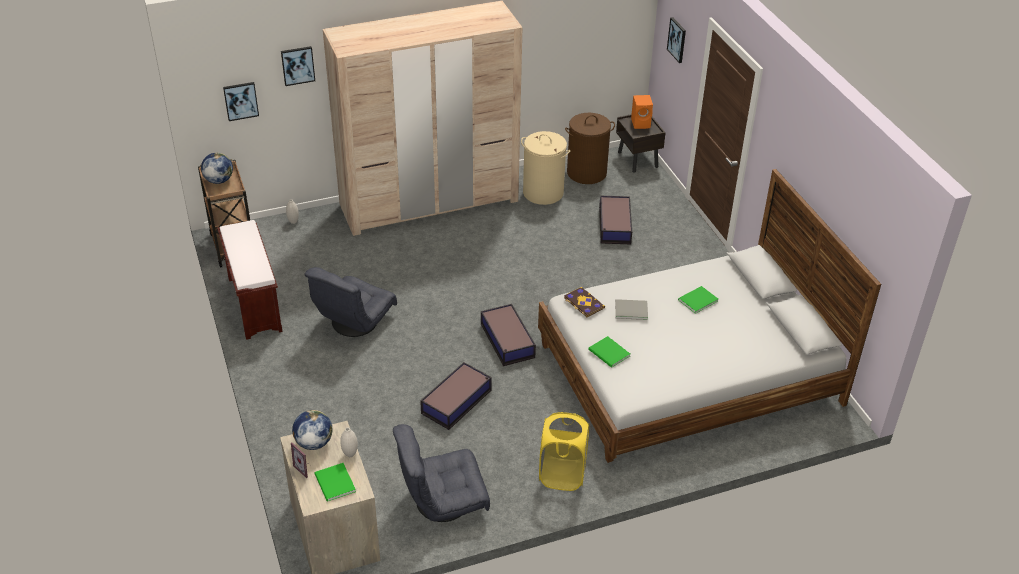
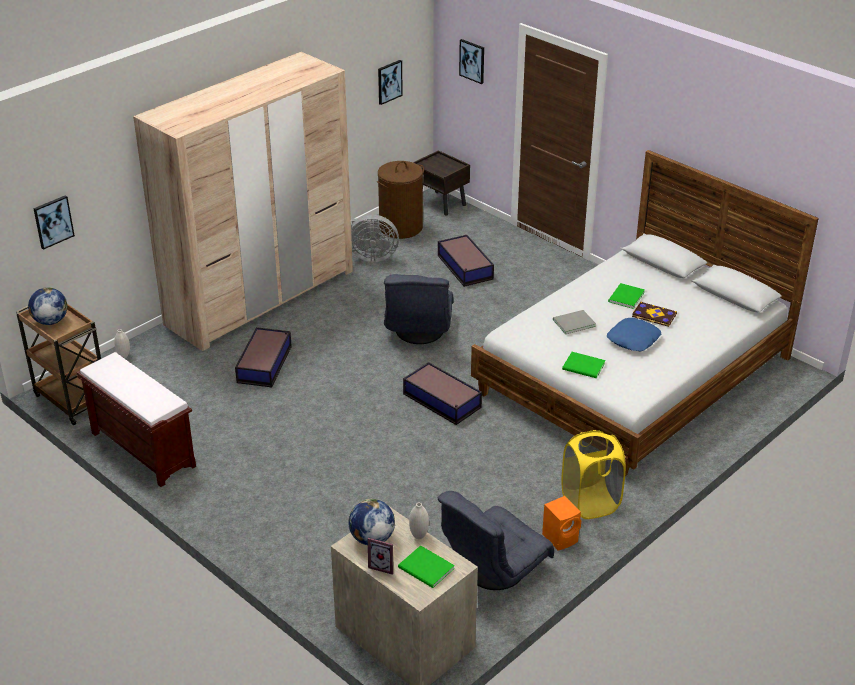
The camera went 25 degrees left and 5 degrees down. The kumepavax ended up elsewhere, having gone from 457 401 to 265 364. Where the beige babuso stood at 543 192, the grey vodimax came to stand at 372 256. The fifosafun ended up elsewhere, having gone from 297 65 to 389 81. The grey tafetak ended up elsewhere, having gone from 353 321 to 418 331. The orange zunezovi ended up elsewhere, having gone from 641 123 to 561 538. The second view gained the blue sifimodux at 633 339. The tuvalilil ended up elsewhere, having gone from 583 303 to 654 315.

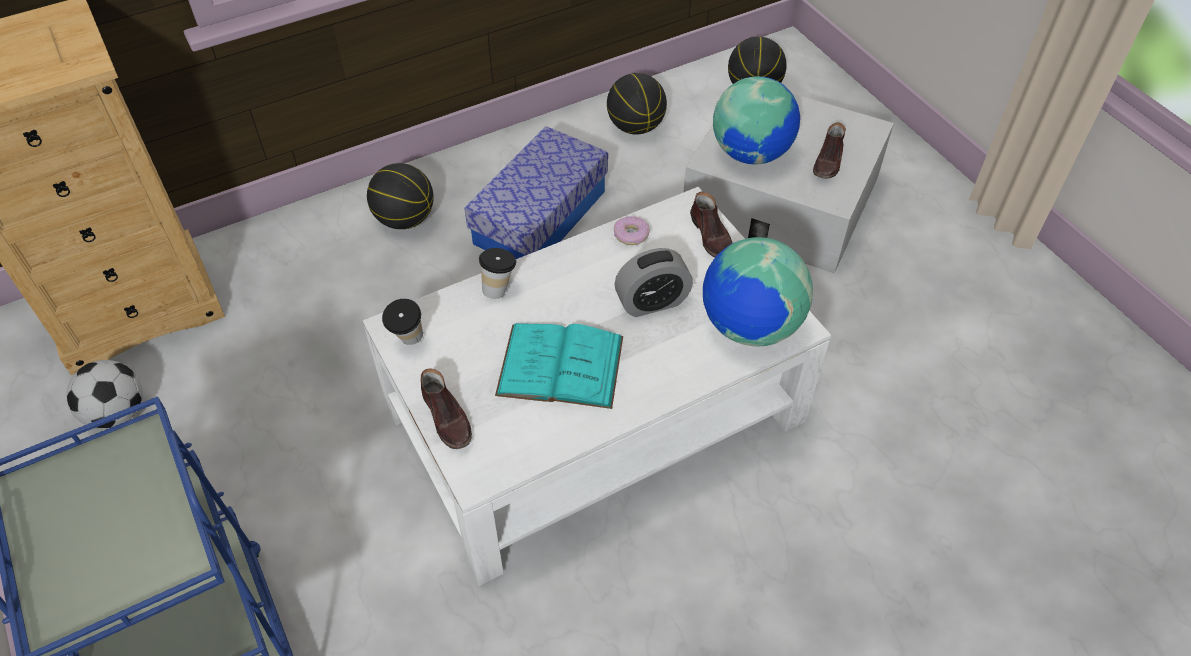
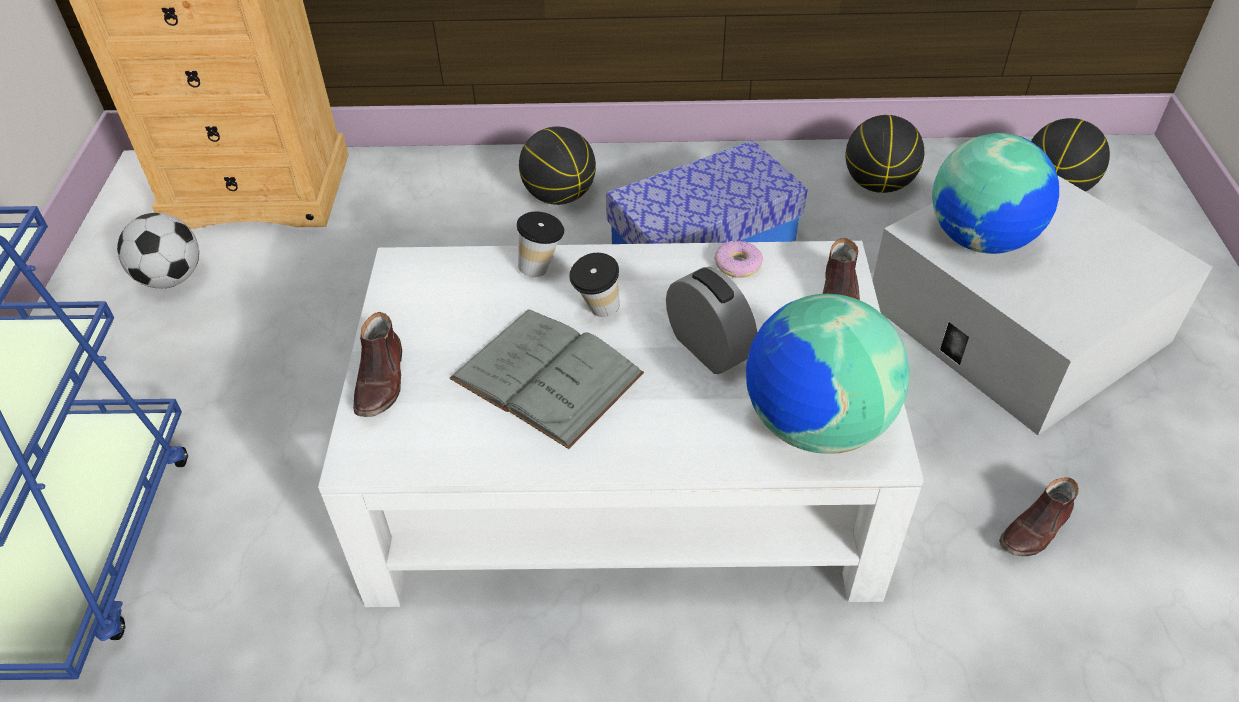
The camera went 30 degrees right and 5 degrees down. What was the turquoise tuvalilil at 560 365 turned into the grey tuvalilil at 546 376. The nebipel ended up elsewhere, having gone from 408 342 to 597 312. The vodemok at 652 302 ended up facing another way, 135 degrees counterclockwise from before. The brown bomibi ended up elsewhere, having gone from 828 162 to 1036 529.

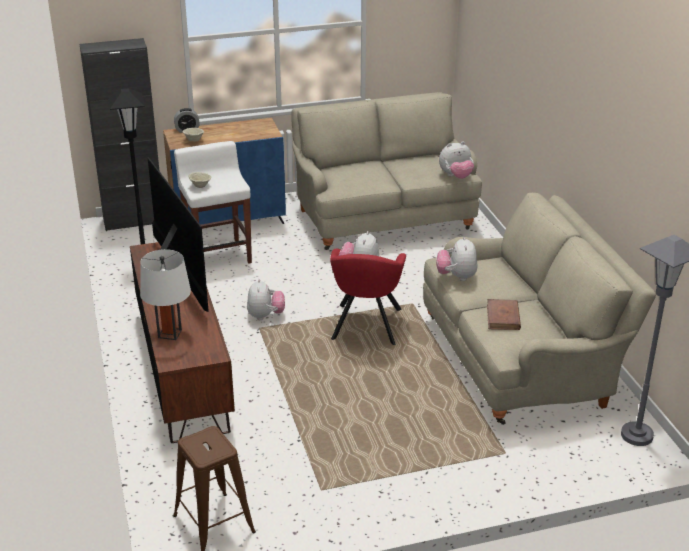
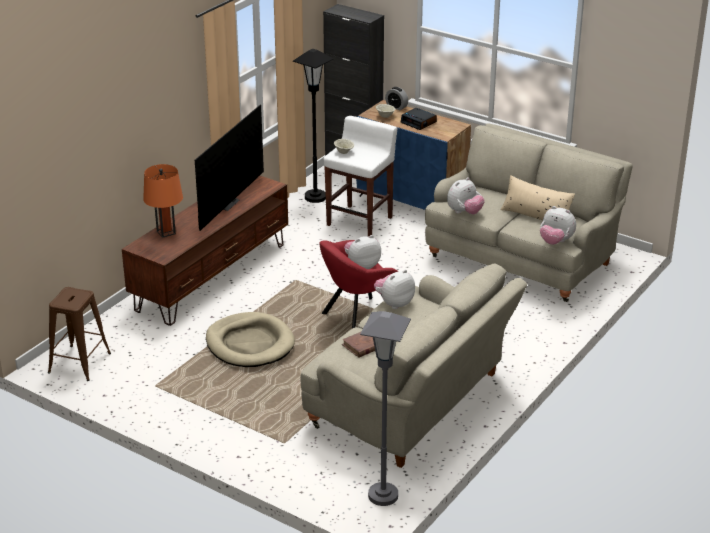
The camera went 50 degrees right and 0 degrees up. What was the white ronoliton at 170 333 turned into the orange ronoliton at 166 232. The second view gained the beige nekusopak at 250 344. The second view gained the vodemok at 419 122. The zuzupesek ended up elsewhere, having gone from 265 316 to 464 212. The second view gained the beige sifimodux at 536 216.

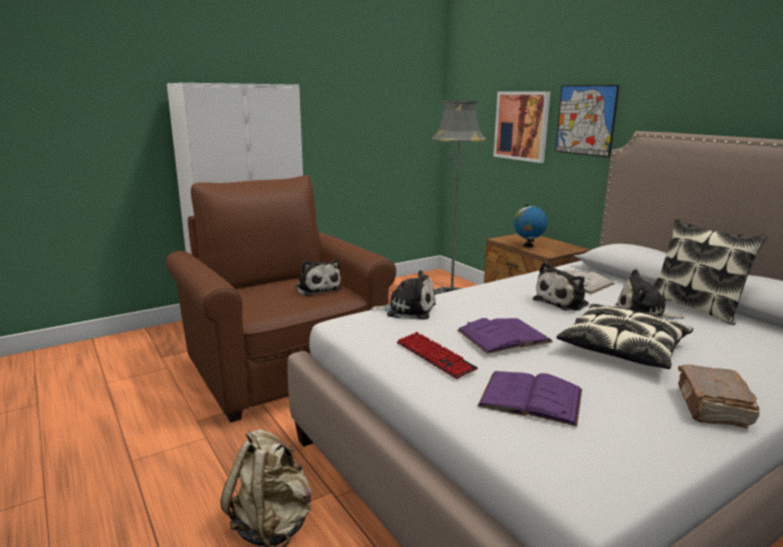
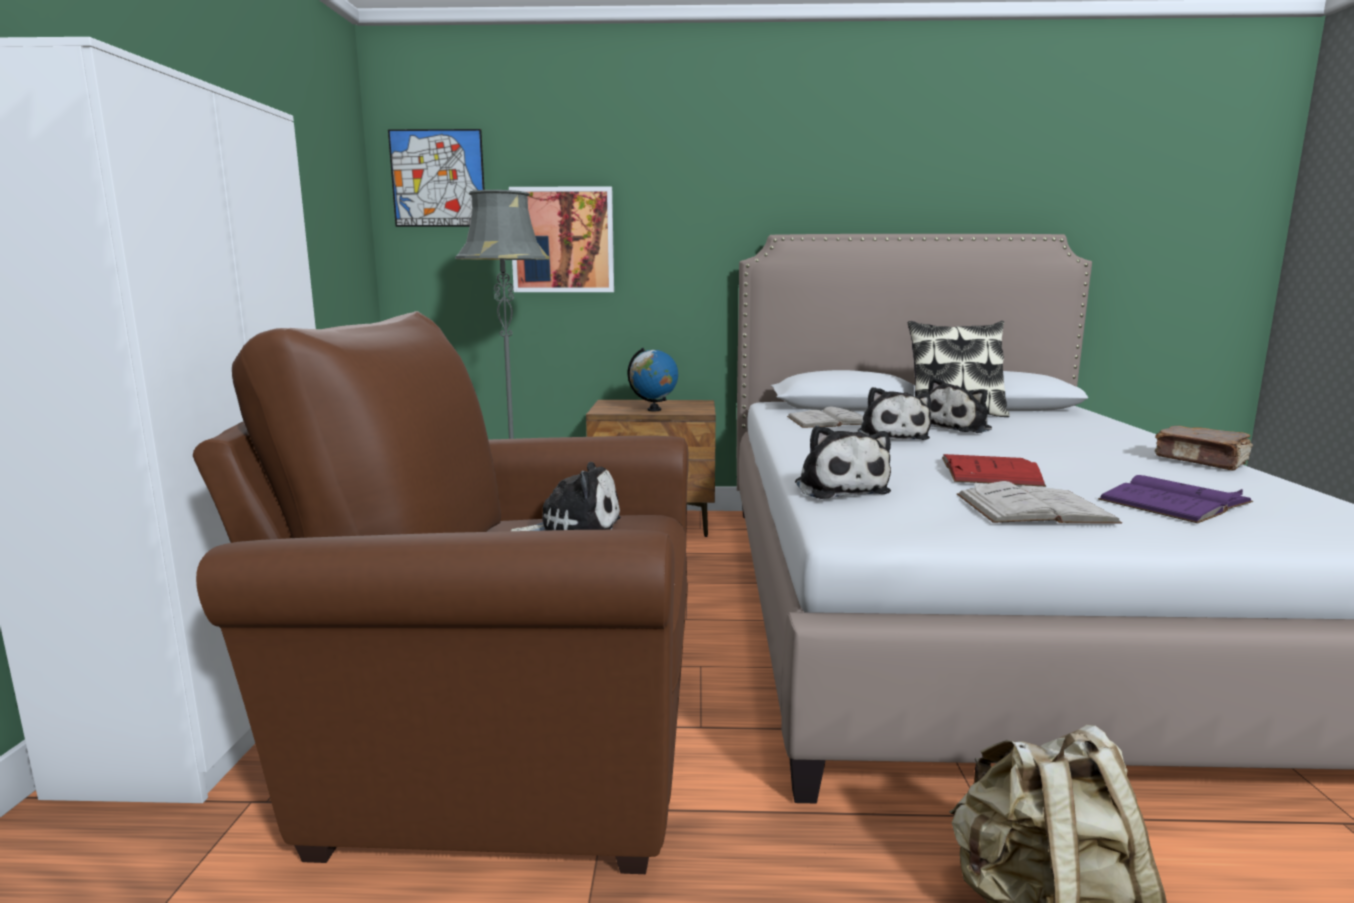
The camera went 55 degrees left and 5 degrees down. The fifosafun ended up elsewhere, having gone from 585 120 to 438 178. The zuzupesek at 408 310 ended up facing another way, 120 degrees clockwise from before. What was the purple tuvalilil at 503 336 turned into the red tuvalilil at 990 471. Where the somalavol stood at 435 356, the white tuvalilil came to stand at 1034 508. The second view lost the sifimodux at 623 348.

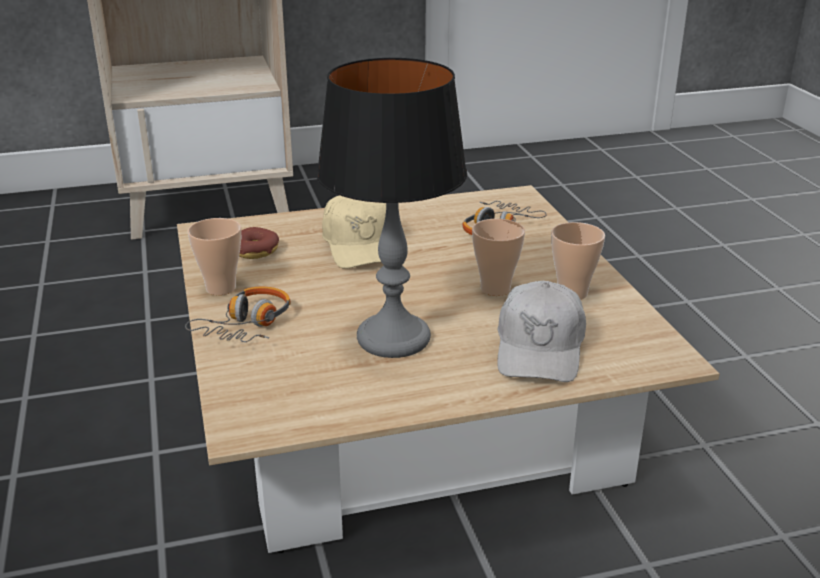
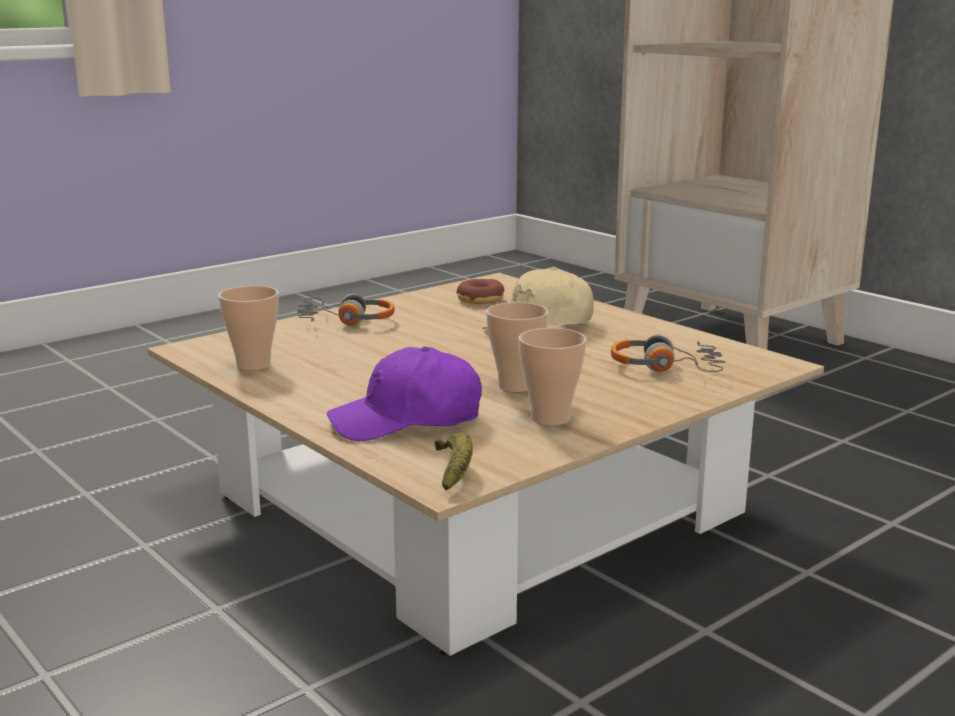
The camera went 65 degrees right and 10 degrees down. The nebipel ended up elsewhere, having gone from 221 288 to 253 365. What was the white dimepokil at 540 348 turned into the purple dimepokil at 407 420. The second view gained the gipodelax at 454 471. The second view lost the ronoliton at 393 338.

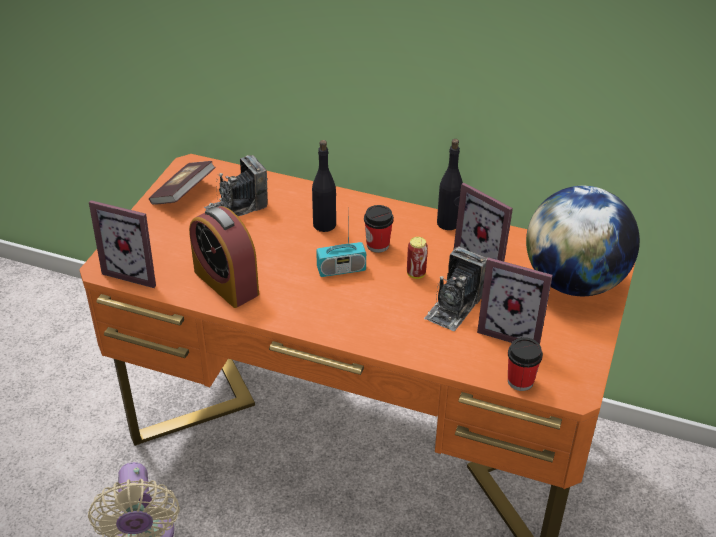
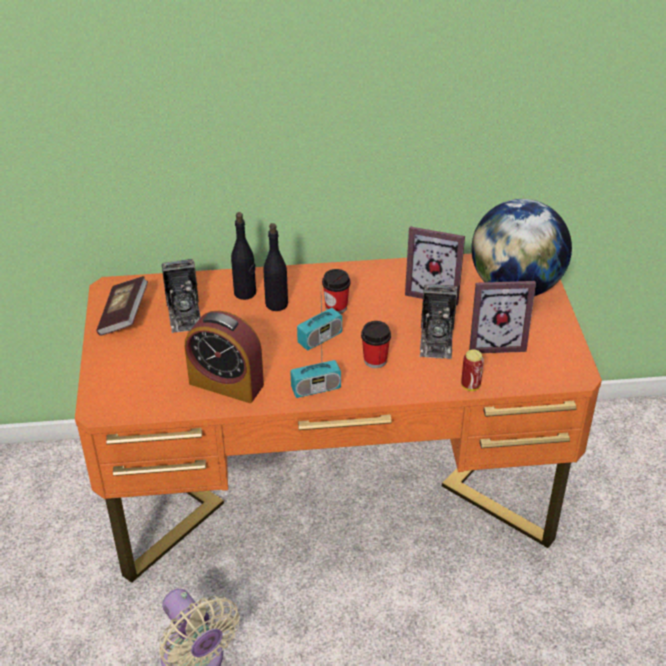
The camera went 25 degrees left and 0 degrees up. The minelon at 236 207 ended up facing another way, 45 degrees counterclockwise from before. The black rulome ended up elsewhere, having gone from 448 223 to 245 293. The second view gained the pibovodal at 316 388. The nebipel ended up elsewhere, having gone from 520 381 to 375 360. The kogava ended up elsewhere, having gone from 416 274 to 470 386. The second view lost the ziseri at 136 270.

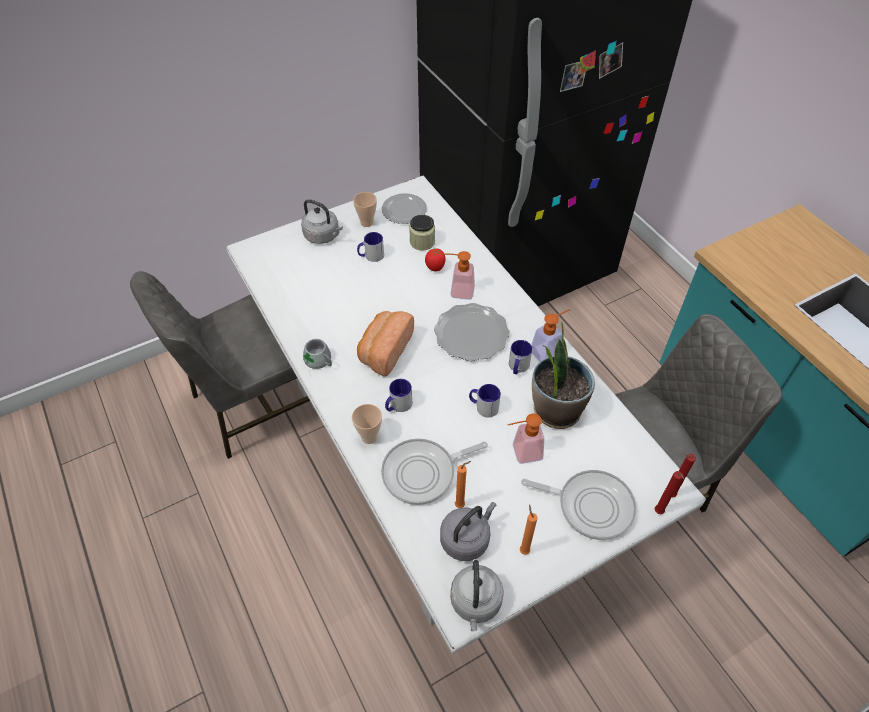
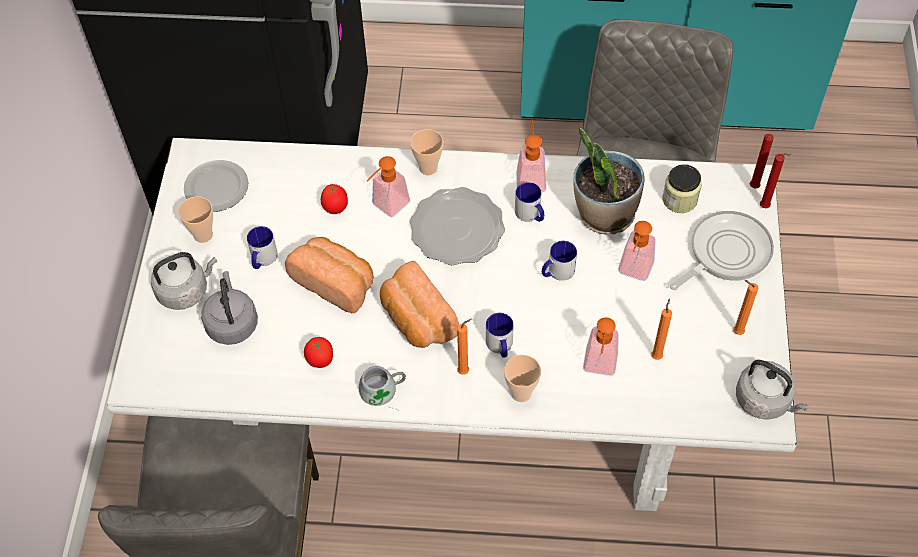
The camera went 55 degrees left and 5 degrees up. The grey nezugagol ended up elsewhere, having gone from 466 539 to 232 323. The second view gained the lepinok at 335 282. The second view gained the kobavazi at 320 361. The second view gained the nebipel at 428 168. The second view gained the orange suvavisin at 465 371. Where the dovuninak stood at 423 473, the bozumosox came to stand at 599 368. The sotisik ended up elsewhere, having gone from 422 242 to 679 199.

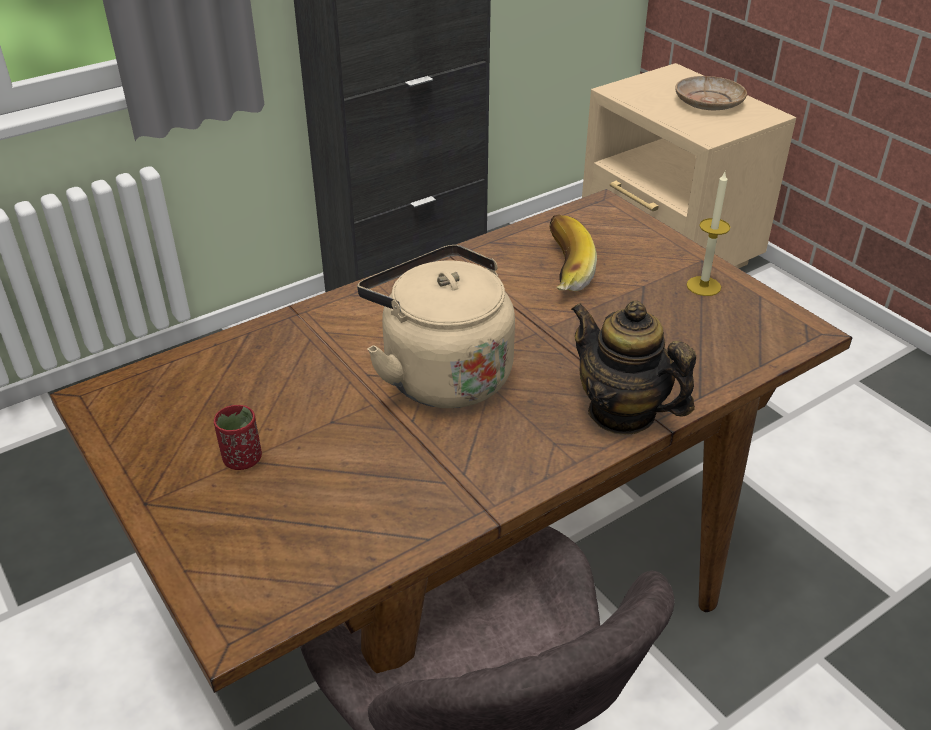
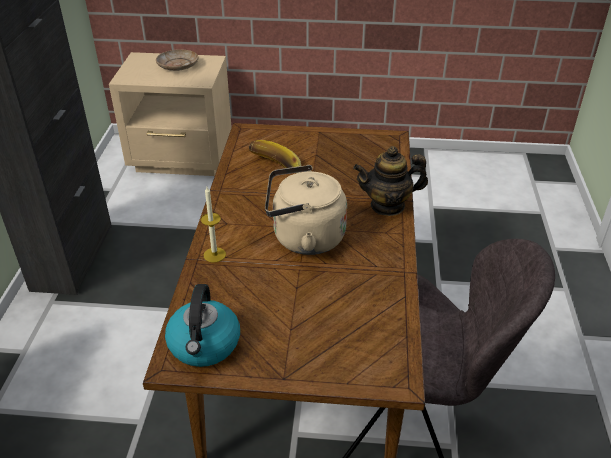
The camera went 50 degrees left and 0 degrees up. The second view gained the nezugagol at 204 345. The suvavisin ended up elsewhere, having gone from 703 286 to 214 255. The second view lost the red nebipel at 242 459.

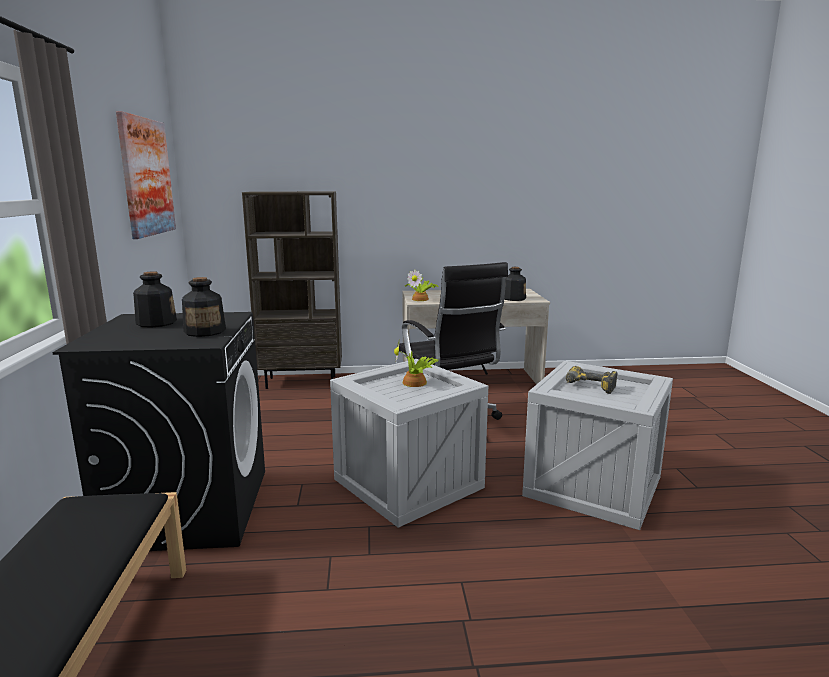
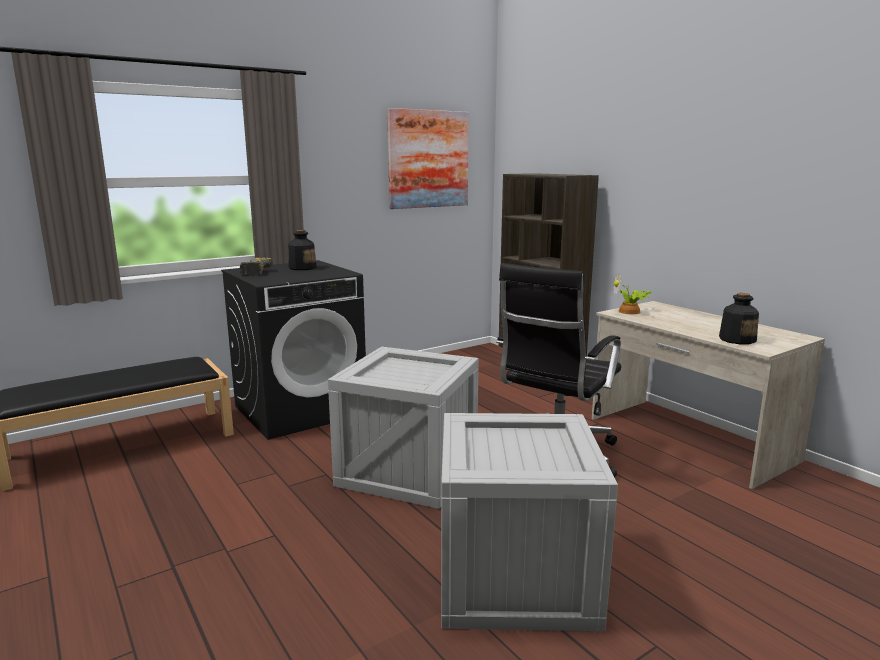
The camera went 60 degrees right and 0 degrees up. The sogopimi ended up elsewhere, having gone from 588 388 to 252 273. The second view lost the rulome at 205 331. The second view lost the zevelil at 416 383.

